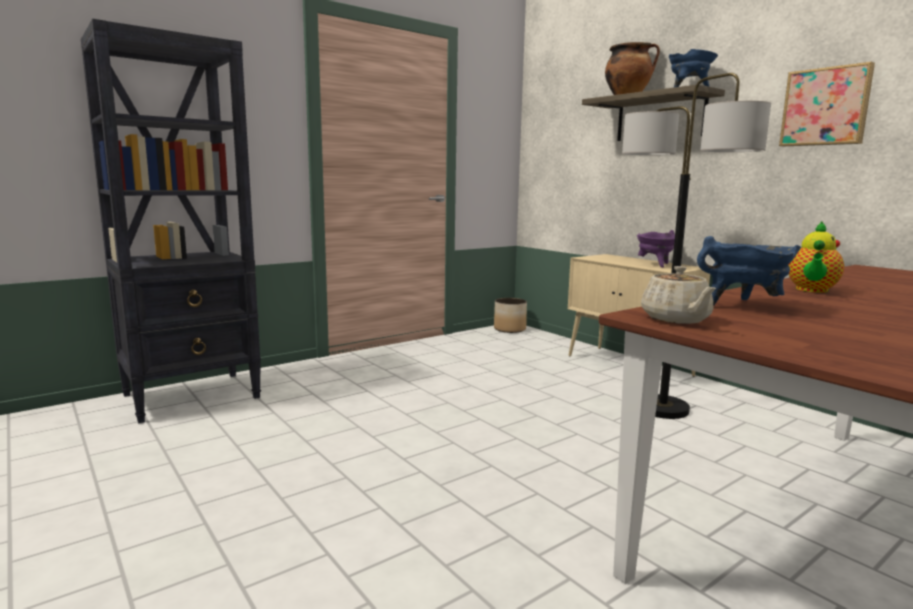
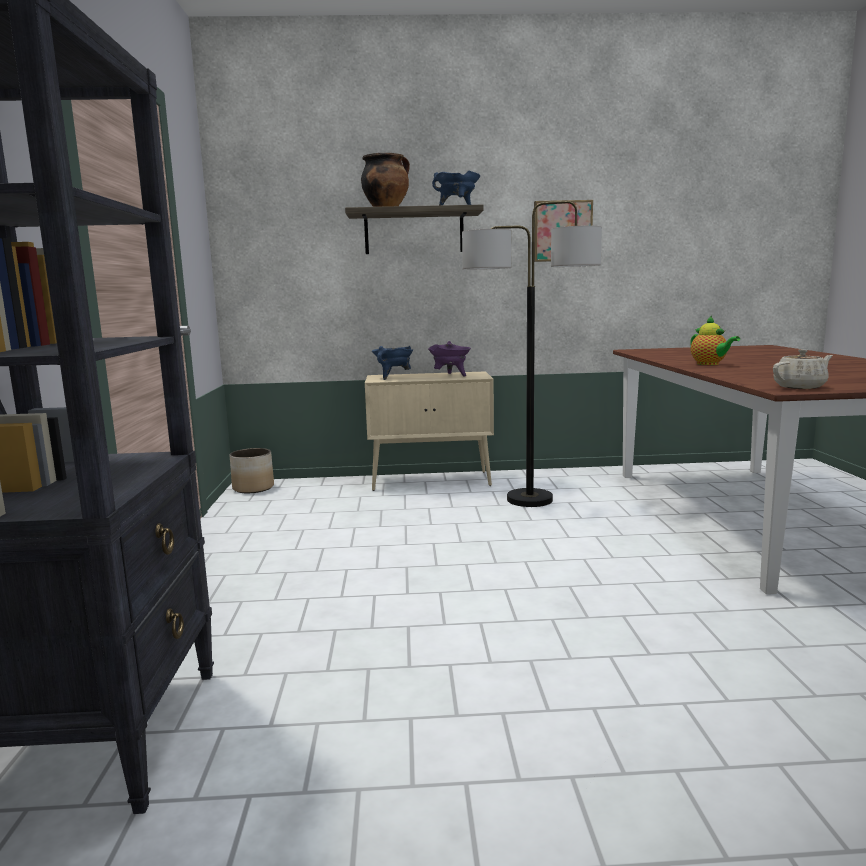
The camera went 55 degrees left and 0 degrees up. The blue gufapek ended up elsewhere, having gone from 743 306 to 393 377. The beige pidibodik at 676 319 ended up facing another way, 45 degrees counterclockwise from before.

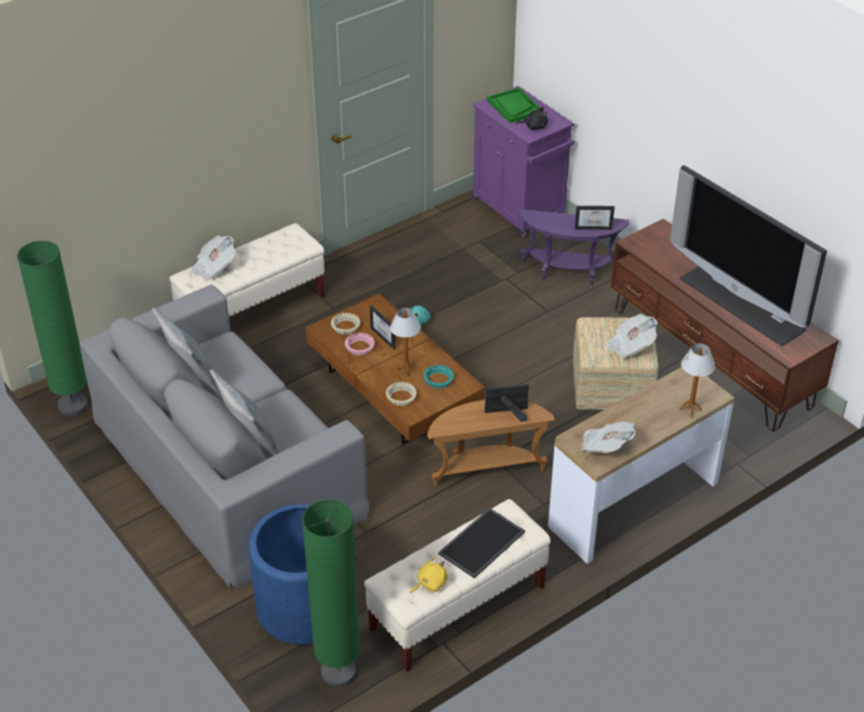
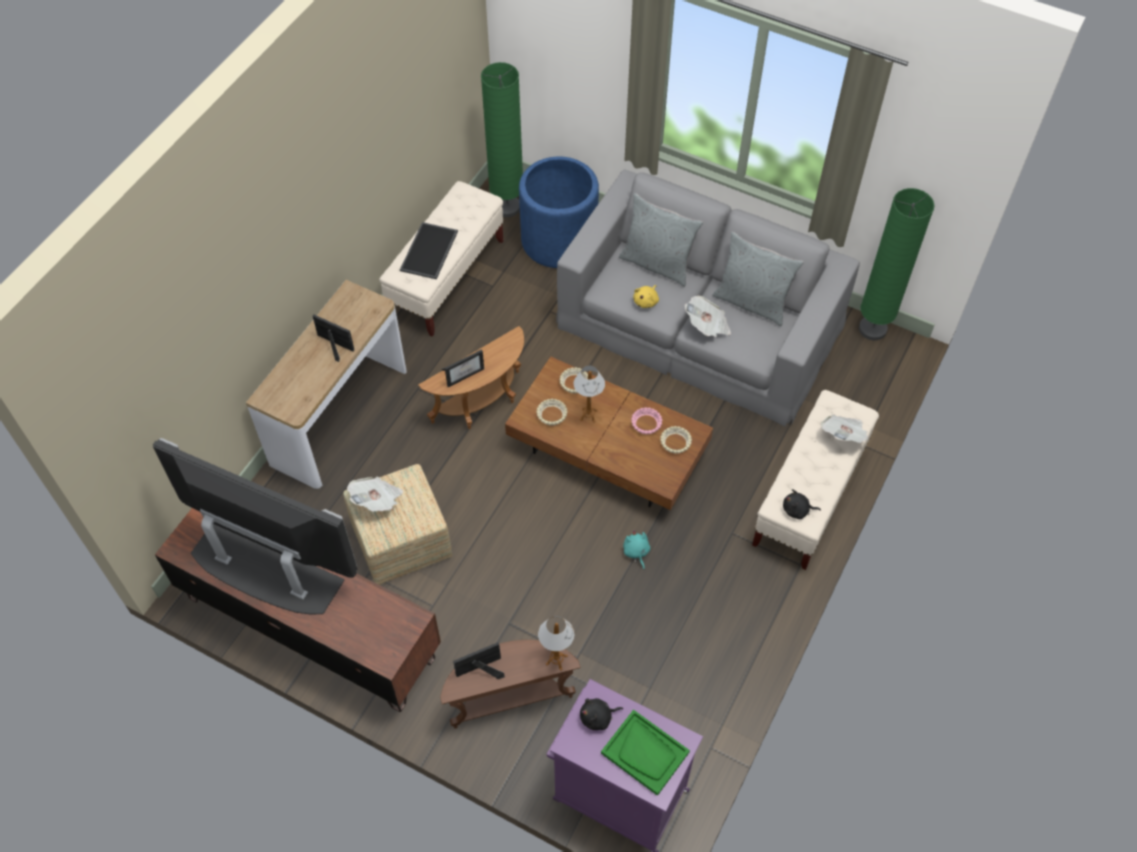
The camera went 155 degrees right and 15 degrees up. The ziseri ended up elsewhere, having gone from 386 337 to 332 345. What was the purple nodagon at 568 273 turned into the brown nodagon at 510 698. What was the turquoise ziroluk at 438 380 turned into the beige ziroluk at 552 414. The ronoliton ended up elsewhere, having gone from 690 410 to 556 660. The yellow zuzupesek ended up elsewhere, having gone from 430 583 to 646 301. The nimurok ended up elsewhere, having gone from 605 447 to 707 325. The second view gained the black zuzupesek at 797 510.

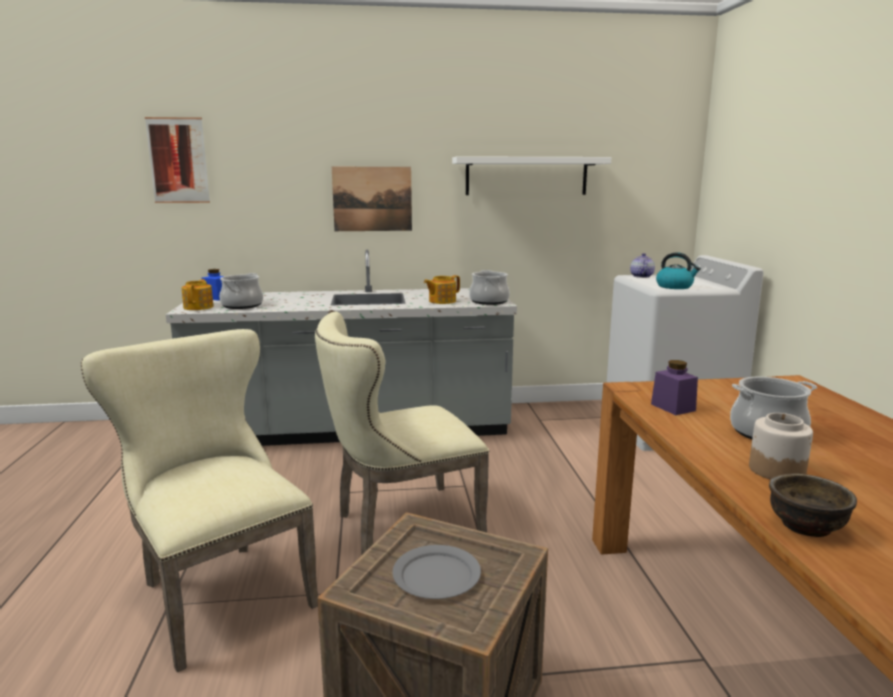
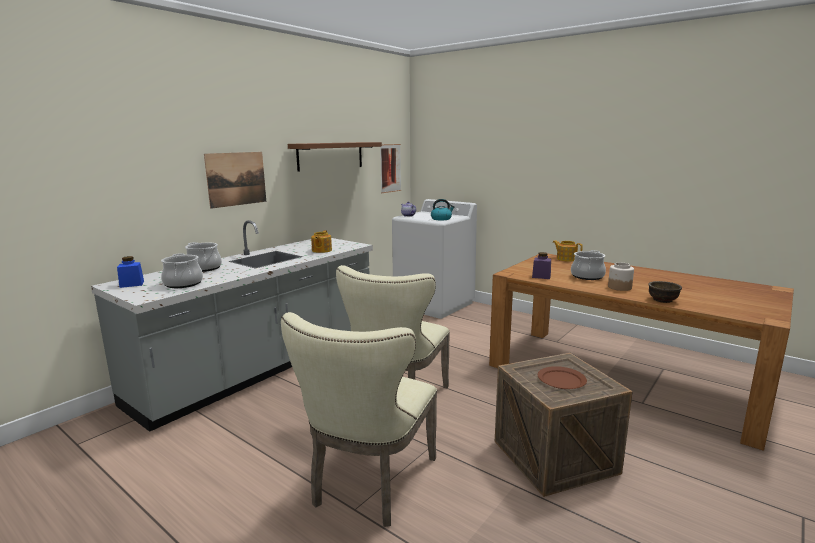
The camera went 45 degrees left and 0 degrees up. The gufapek ended up elsewhere, having gone from 489 301 to 204 268. The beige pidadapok at 218 591 ended up facing another way, 75 degrees counterclockwise from before. What was the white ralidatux at 526 176 turned into the brown ralidatux at 330 156. The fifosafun ended up elsewhere, having gone from 178 160 to 390 168. What was the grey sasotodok at 436 575 turned into the brown sasotodok at 561 380. The pidibodik ended up elsewhere, having gone from 199 307 to 566 259.

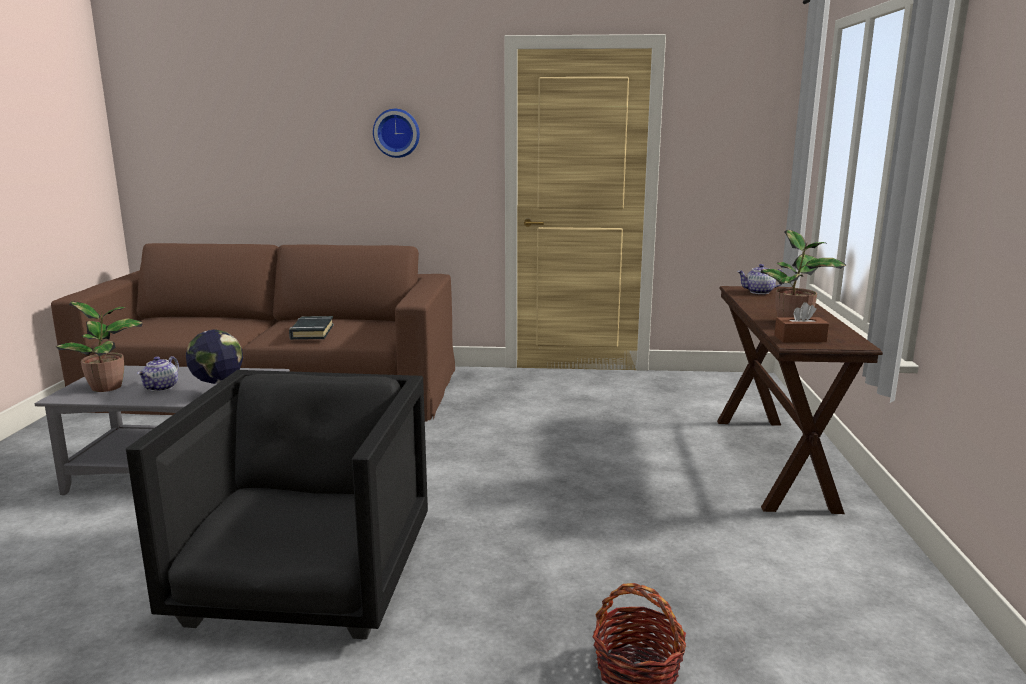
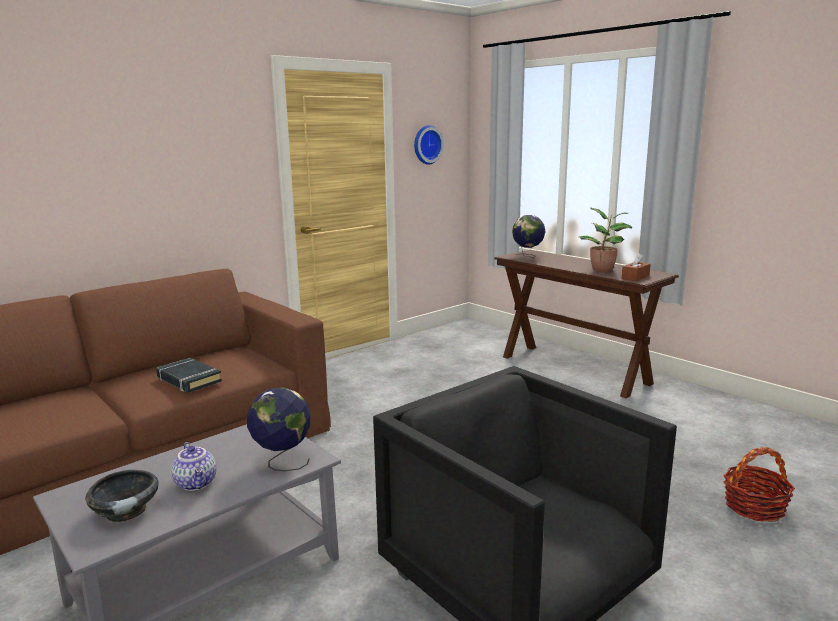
The camera went 45 degrees left and 0 degrees up. Where the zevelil stood at 109 387, the black ziroluk came to stand at 126 511. The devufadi ended up elsewhere, having gone from 397 133 to 426 145. Where the pidibodik stood at 759 292, the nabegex came to stand at 527 256.

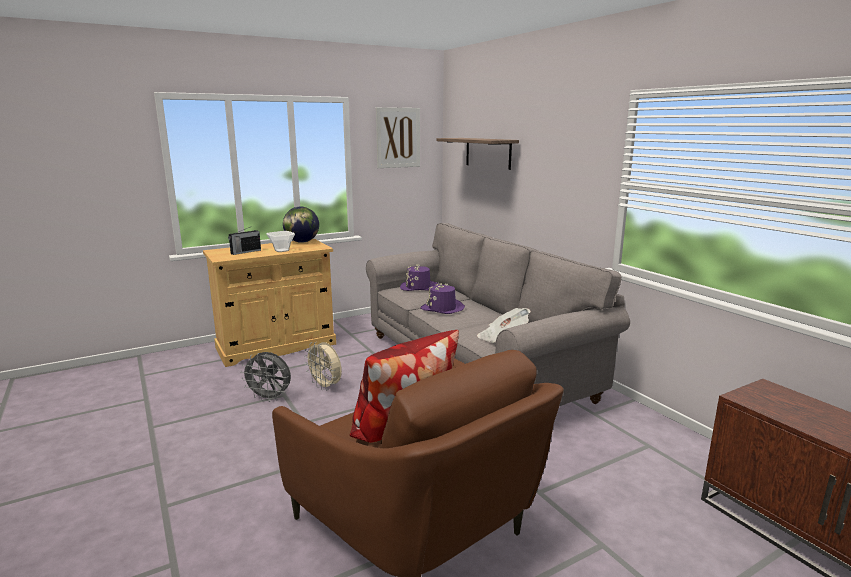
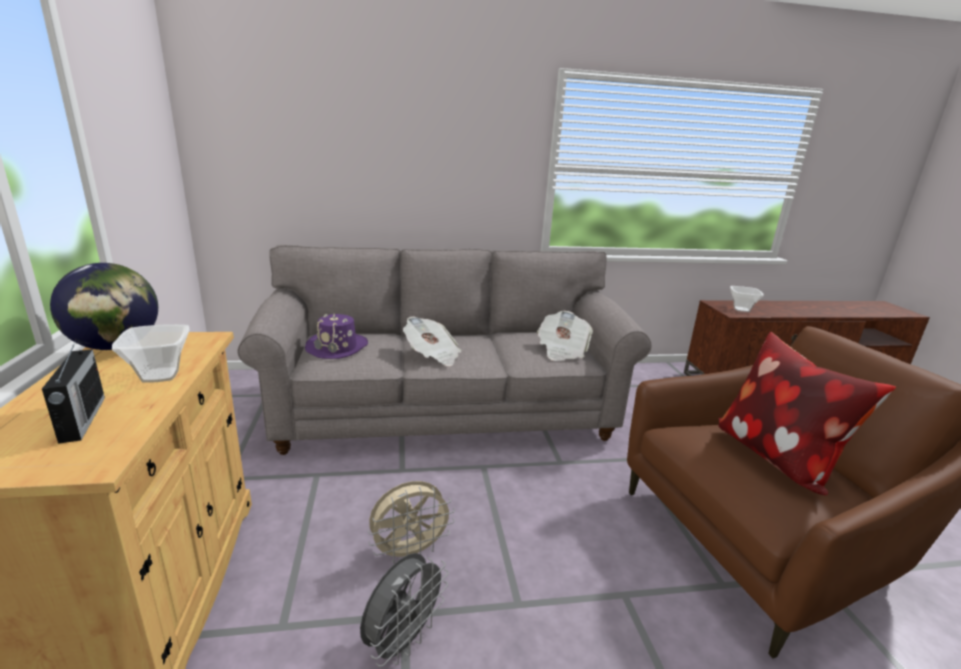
The camera went 70 degrees left and 5 degrees up. Where the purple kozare stood at 442 308, the nimurok came to stand at 432 355. The second view gained the ziroluk at 740 309. The second view lost the fifosafun at 398 137. The second view lost the ralidatux at 488 153.

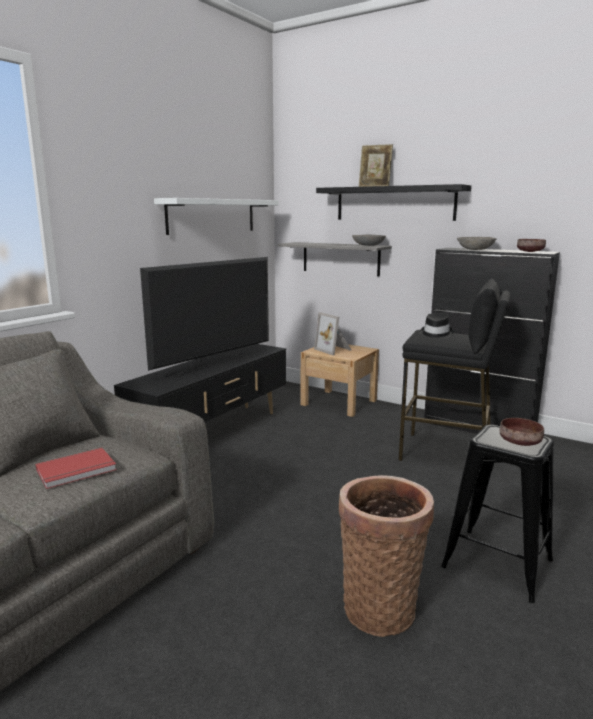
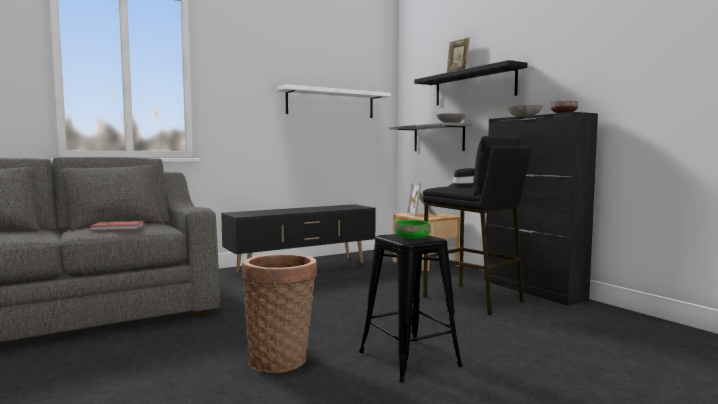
The camera went 25 degrees right and 10 degrees down. What was the brown ziroluk at 520 442 turned into the green ziroluk at 413 238. The second view lost the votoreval at 214 365.

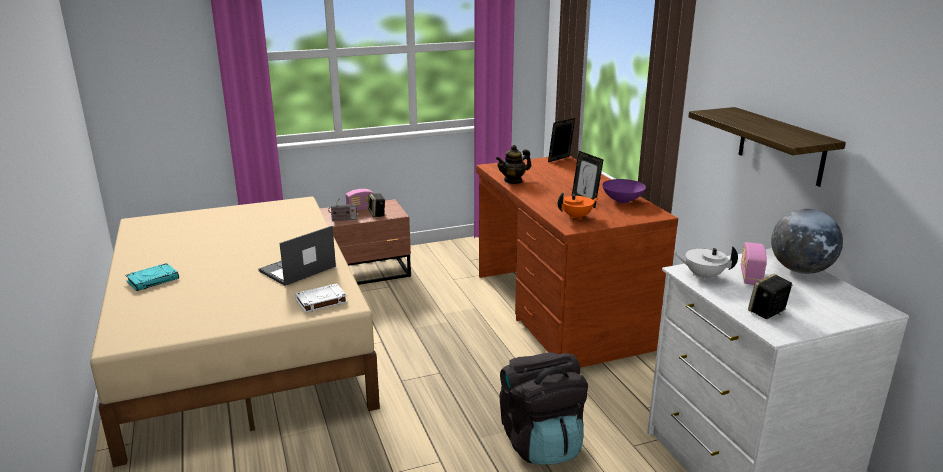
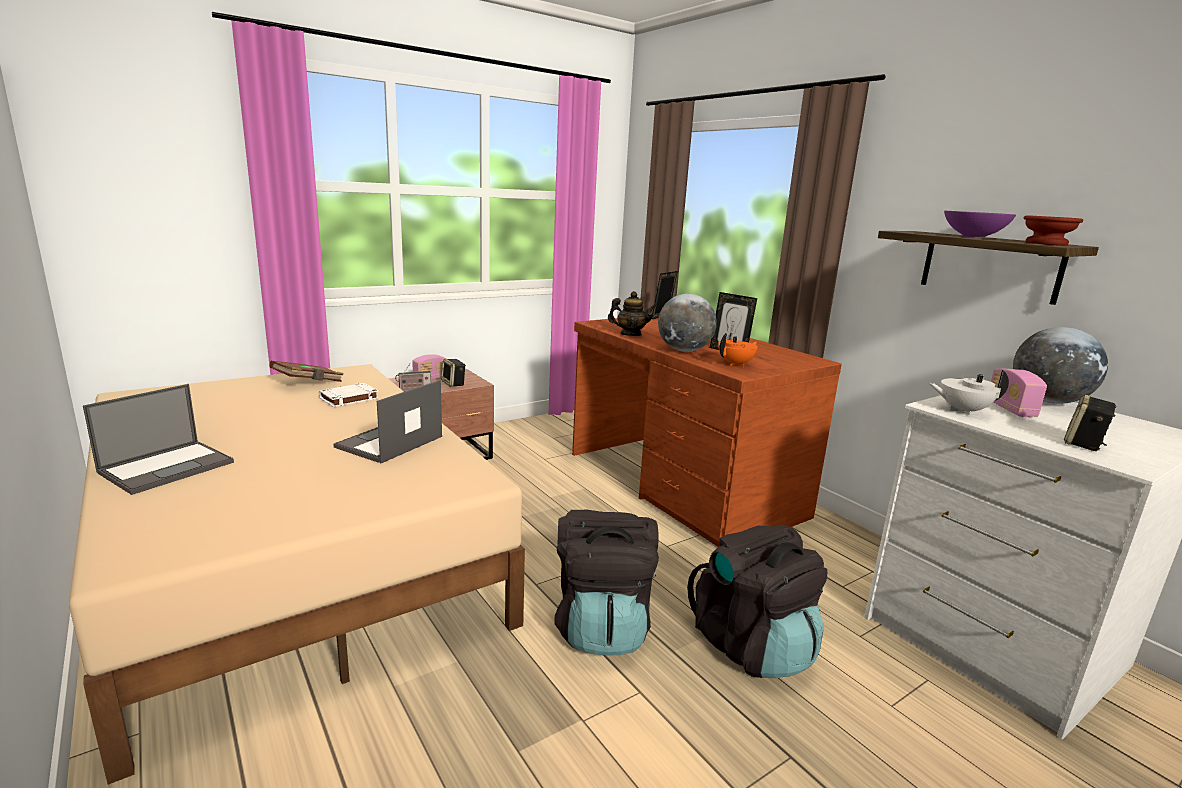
The camera went 15 degrees left and 5 degrees down. Where the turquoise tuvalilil stood at 153 280, the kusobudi came to stand at 168 467. The second view gained the brown tuvalilil at 309 383. The white tuvalilil ended up elsewhere, having gone from 321 301 to 348 398. The second view gained the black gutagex at 602 626. The pidibodik at 513 181 ended up facing another way, 135 degrees counterclockwise from before. The second view gained the nabegex at 684 350. The purple ziroluk ended up elsewhere, having gone from 622 200 to 972 236. The second view gained the brown ziroluk at 1046 243.

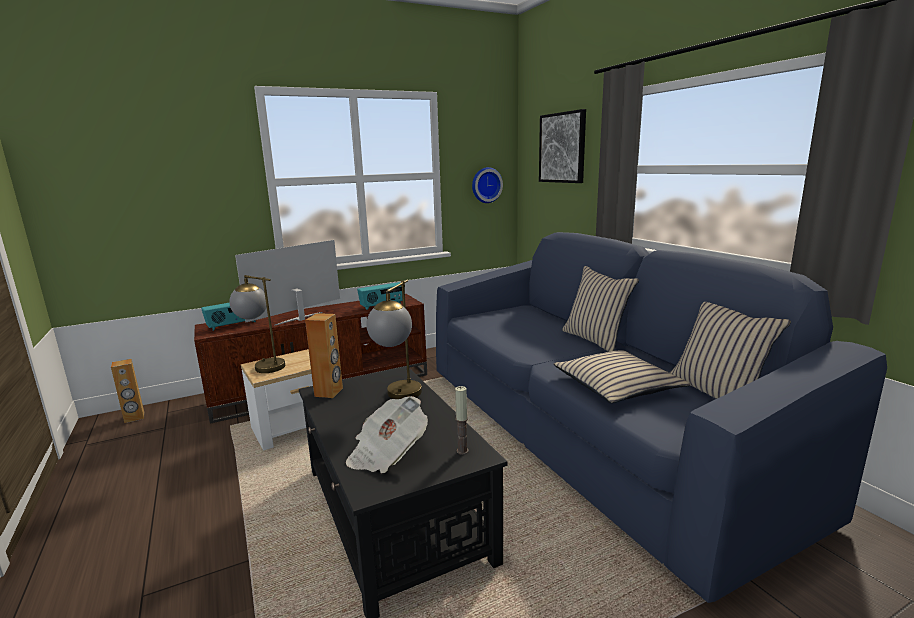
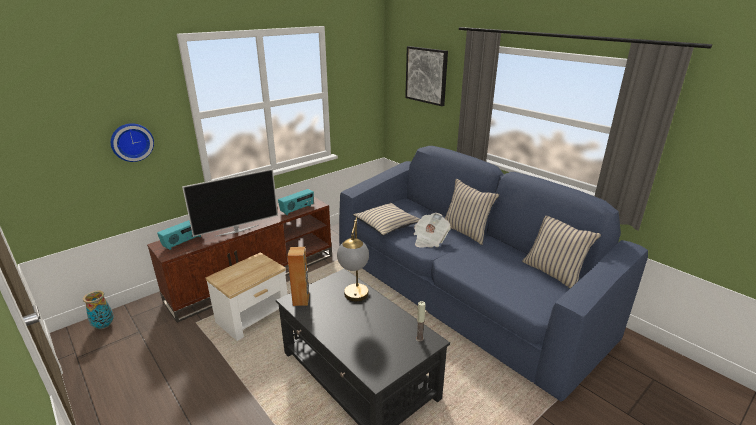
The camera went 15 degrees left and 10 degrees up. Where the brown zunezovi stood at 134 418, the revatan came to stand at 104 326. The devufadi ended up elsewhere, having gone from 486 185 to 131 142. The votoreval at 299 319 ended up facing another way, 150 degrees counterclockwise from before. The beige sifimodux ended up elsewhere, having gone from 617 387 to 387 224. The nimurok ended up elsewhere, having gone from 387 453 to 429 240. The second view lost the ronoliton at 263 365.

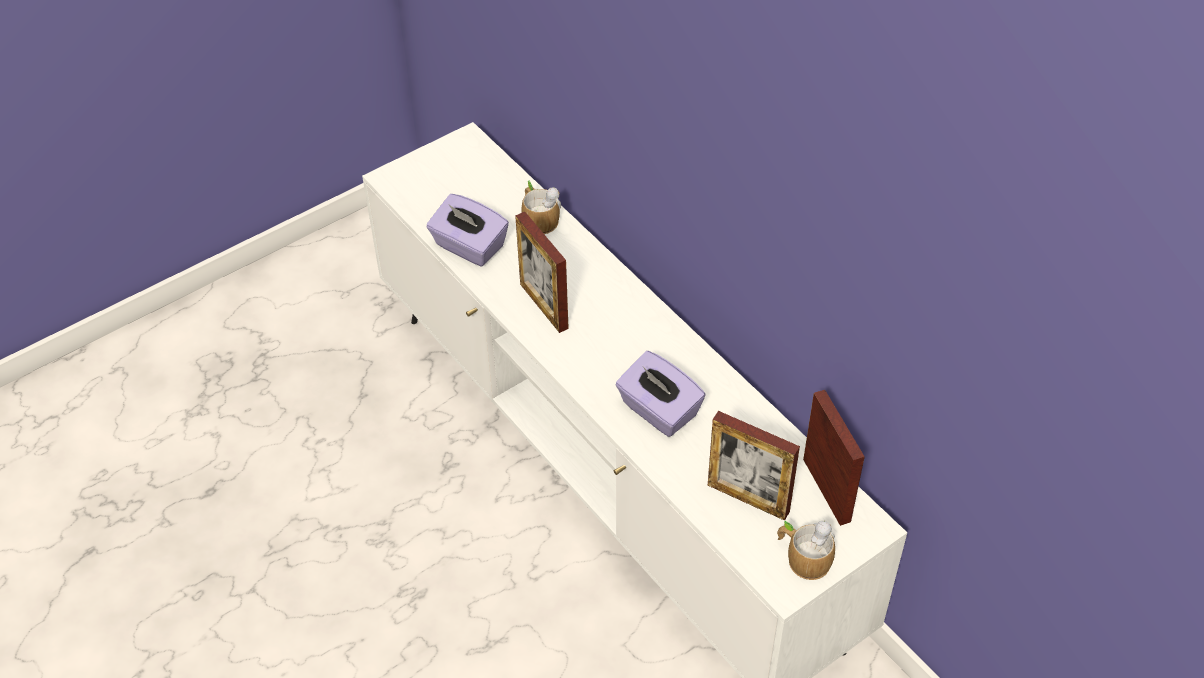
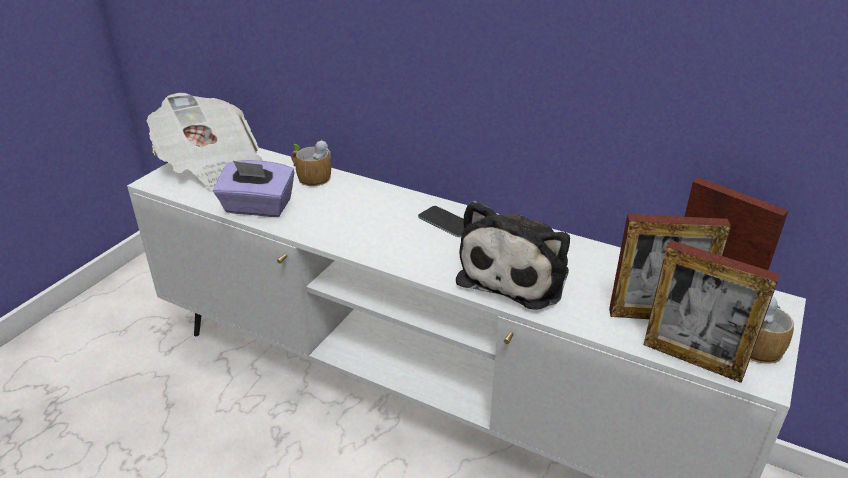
The camera went 25 degrees left and 15 degrees down. The second view gained the nimurok at 210 166. The second view gained the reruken at 446 222. Where the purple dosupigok stood at 658 411, the zuzupesek came to stand at 517 274. The ziseri ended up elsewhere, having gone from 544 306 to 692 359.

